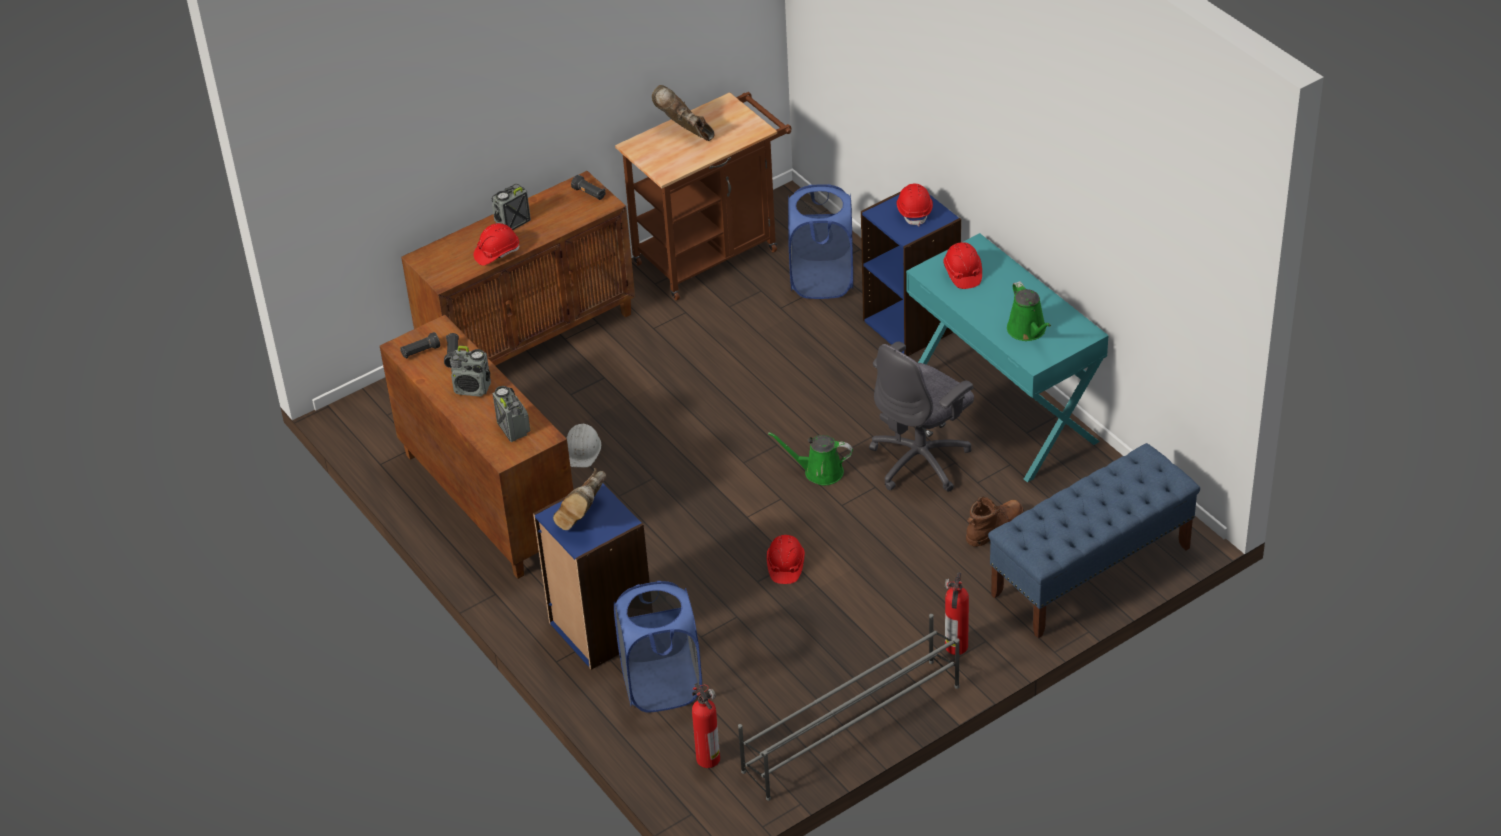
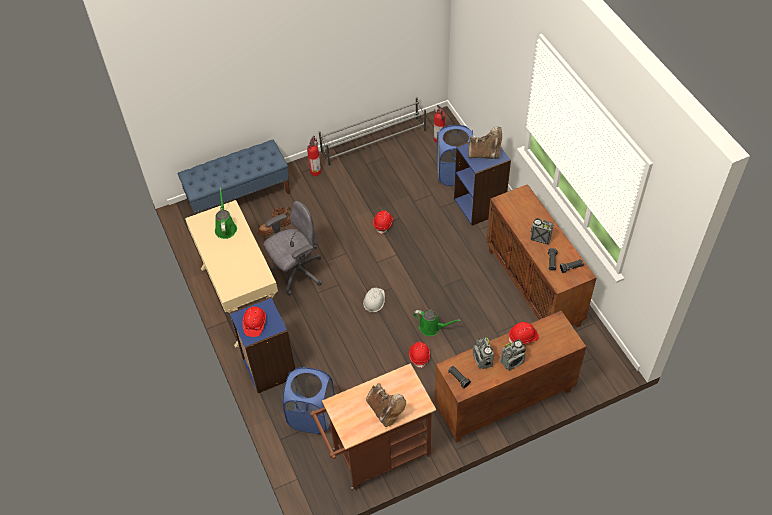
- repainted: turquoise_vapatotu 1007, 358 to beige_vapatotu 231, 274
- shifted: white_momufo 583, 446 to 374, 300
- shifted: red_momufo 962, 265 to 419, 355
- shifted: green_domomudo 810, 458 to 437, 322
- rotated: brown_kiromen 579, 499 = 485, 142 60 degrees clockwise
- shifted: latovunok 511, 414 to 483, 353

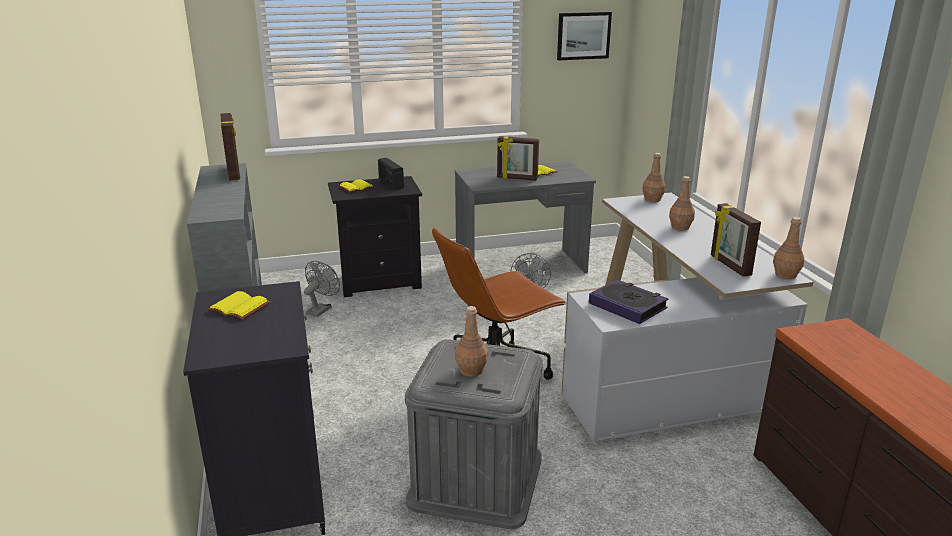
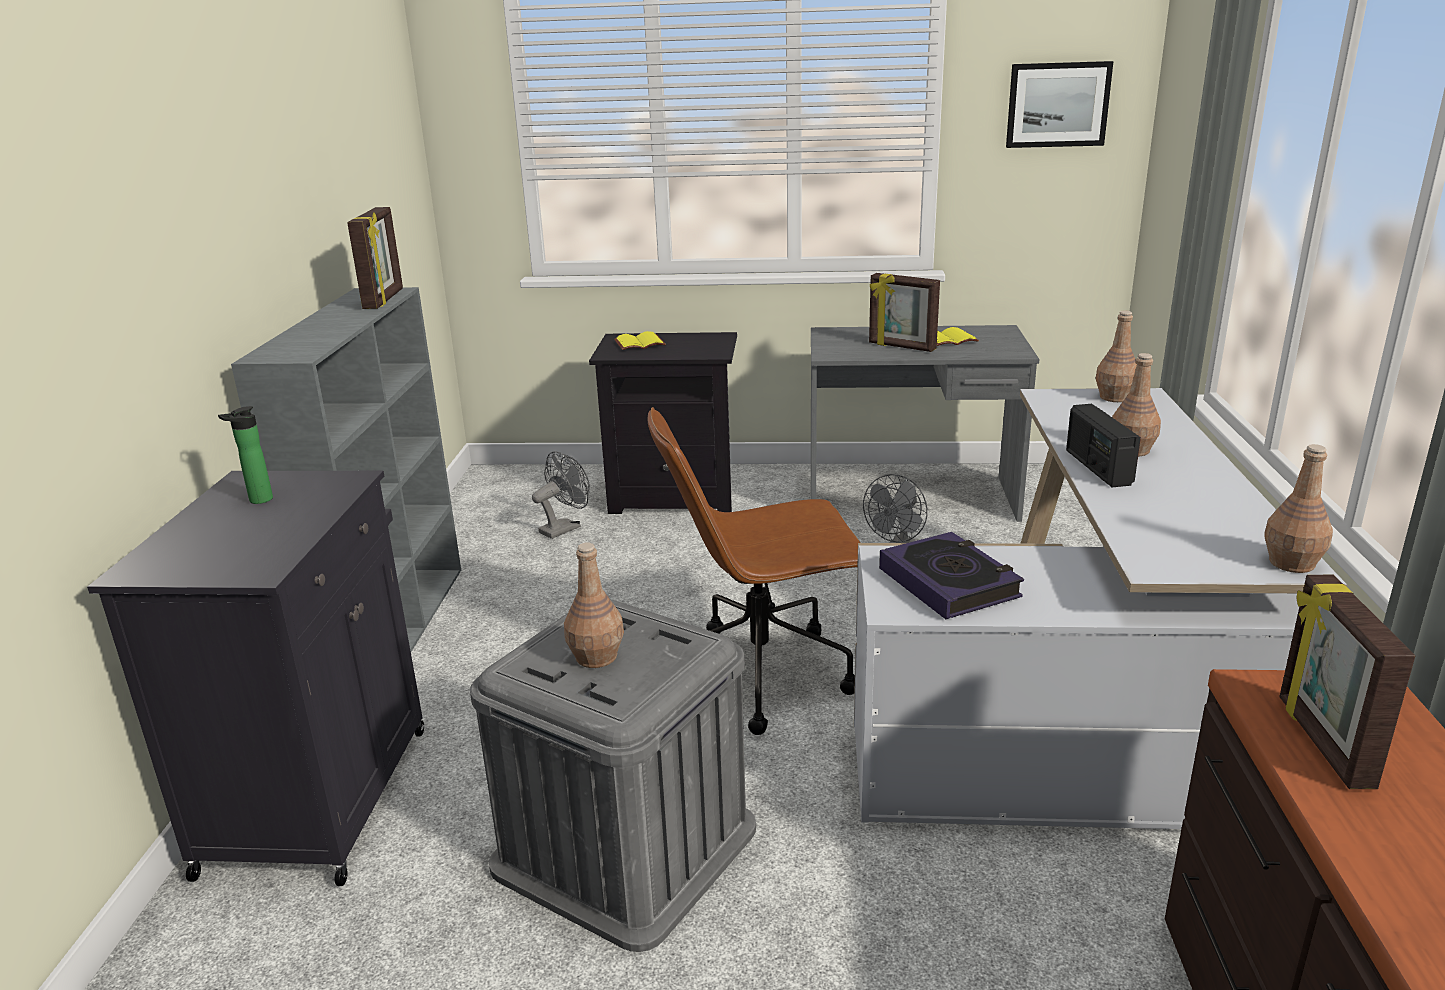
- swapped: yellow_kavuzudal 239, 305 to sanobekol 245, 455
- shifted: latovunok 391, 174 to 1103, 445
- shifted: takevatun 736, 240 to 1347, 682

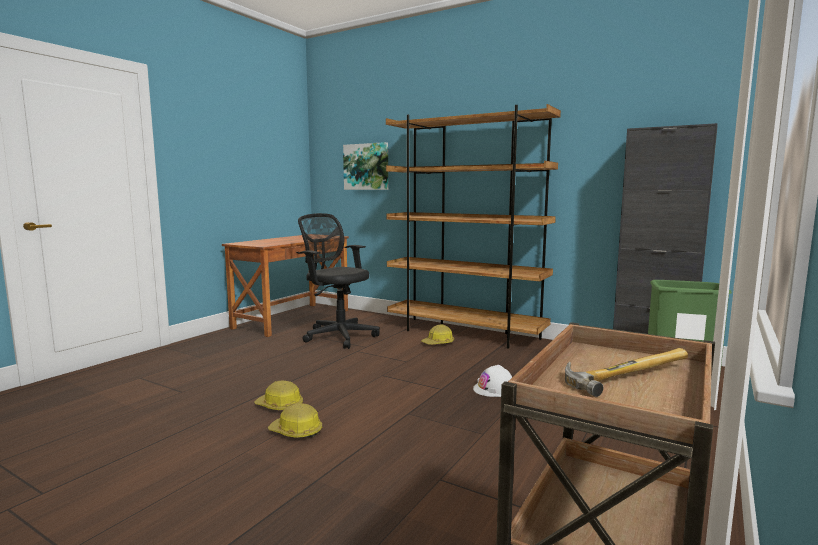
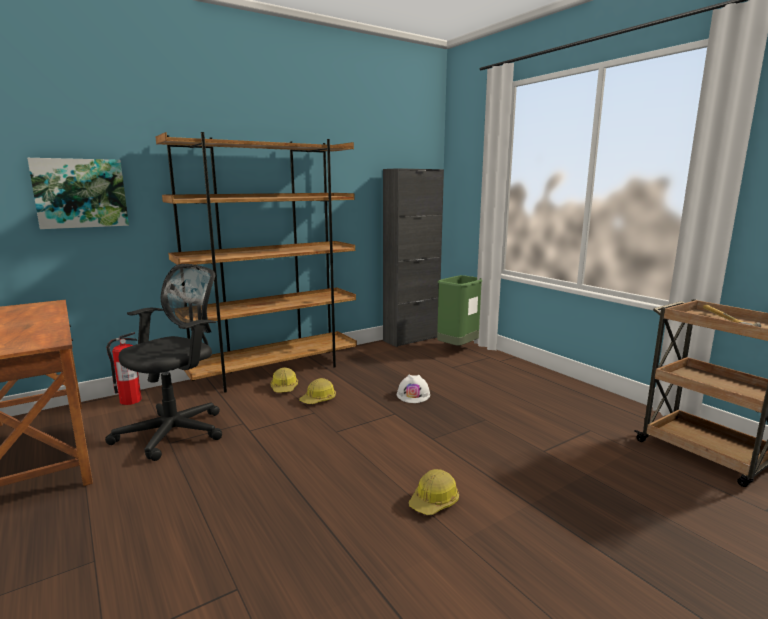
- rotated: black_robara 339, 281 = 163, 362 150 degrees clockwise
- new: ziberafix 124, 368
- shifted: momufo 278, 395 to 317, 391

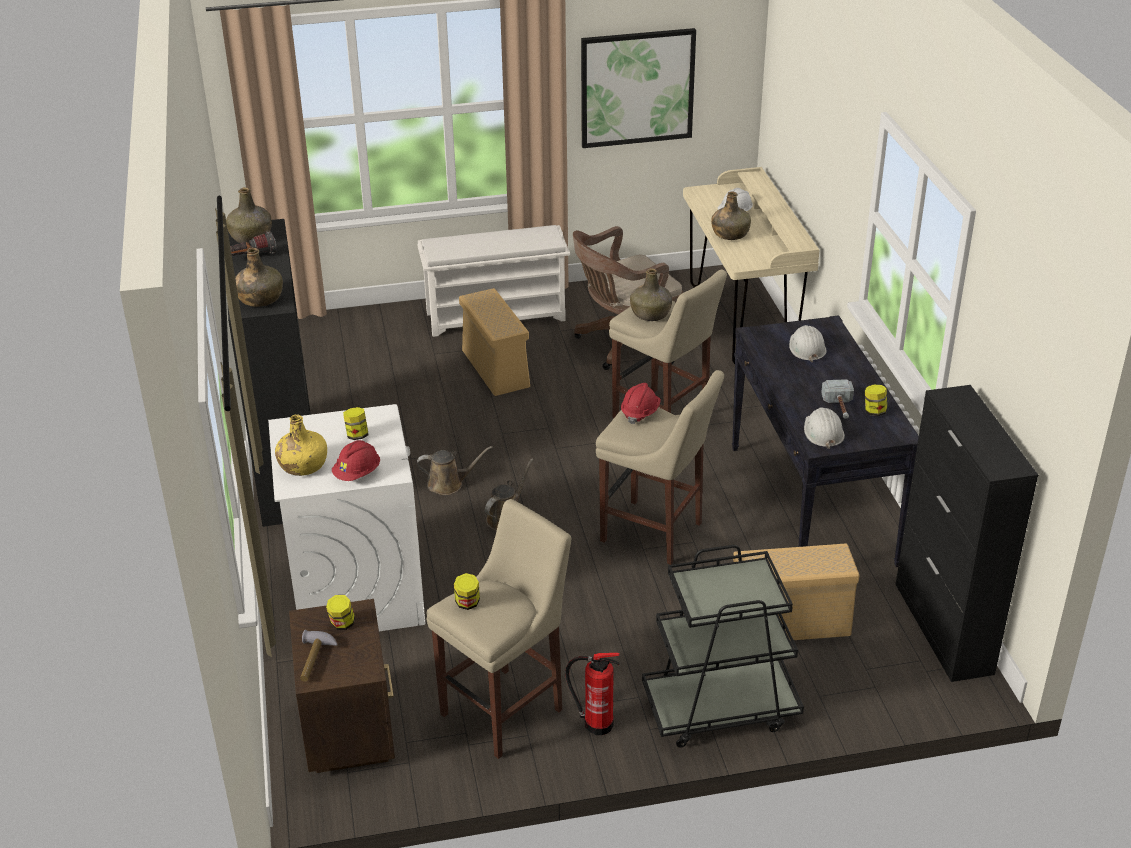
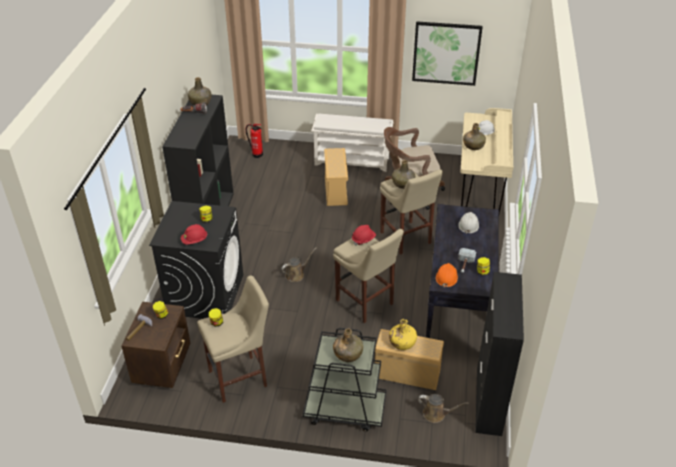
- repainted: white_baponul 346, 517 to black_baponul 196, 260
- shifted: ziberafix 592, 694 to 254, 141
- shifted: green_sanobekol 259, 277 to 348, 345
- shifted: yellow_sanobekol 301, 445 to 403, 334
- shifted: brown_domomudo 455, 470 to 443, 408
- repainted: white_momufo 824, 428 to orange_momufo 447, 275

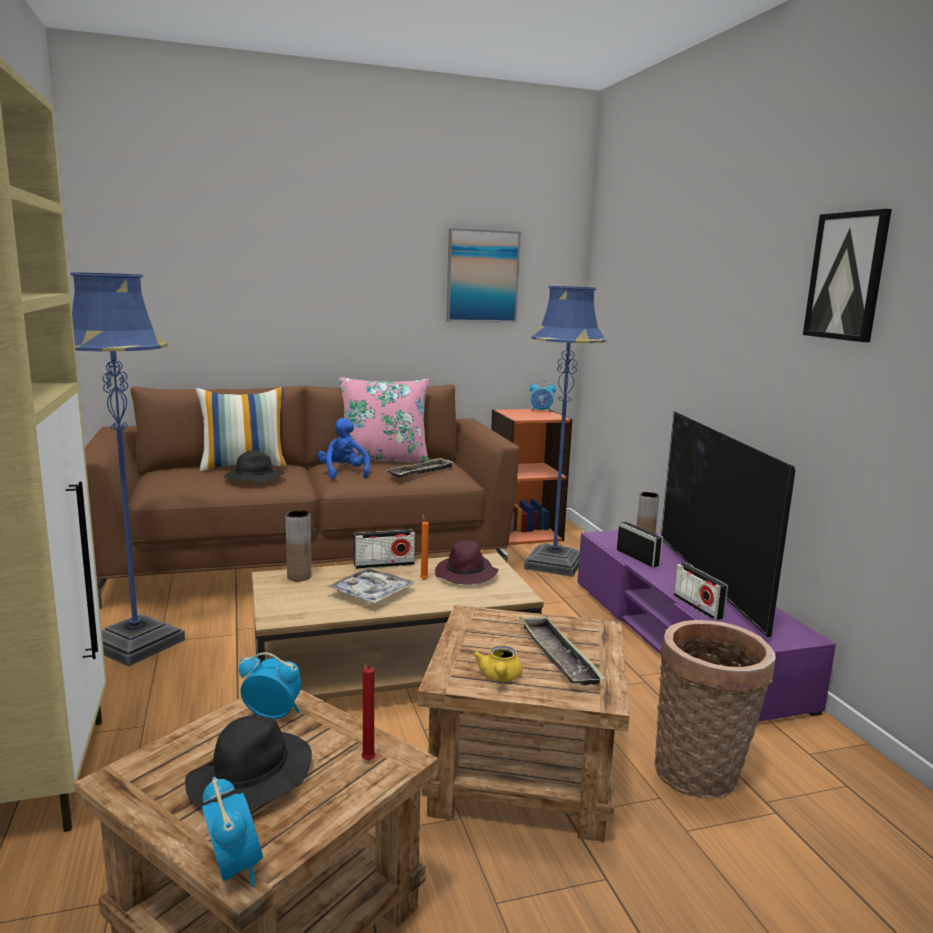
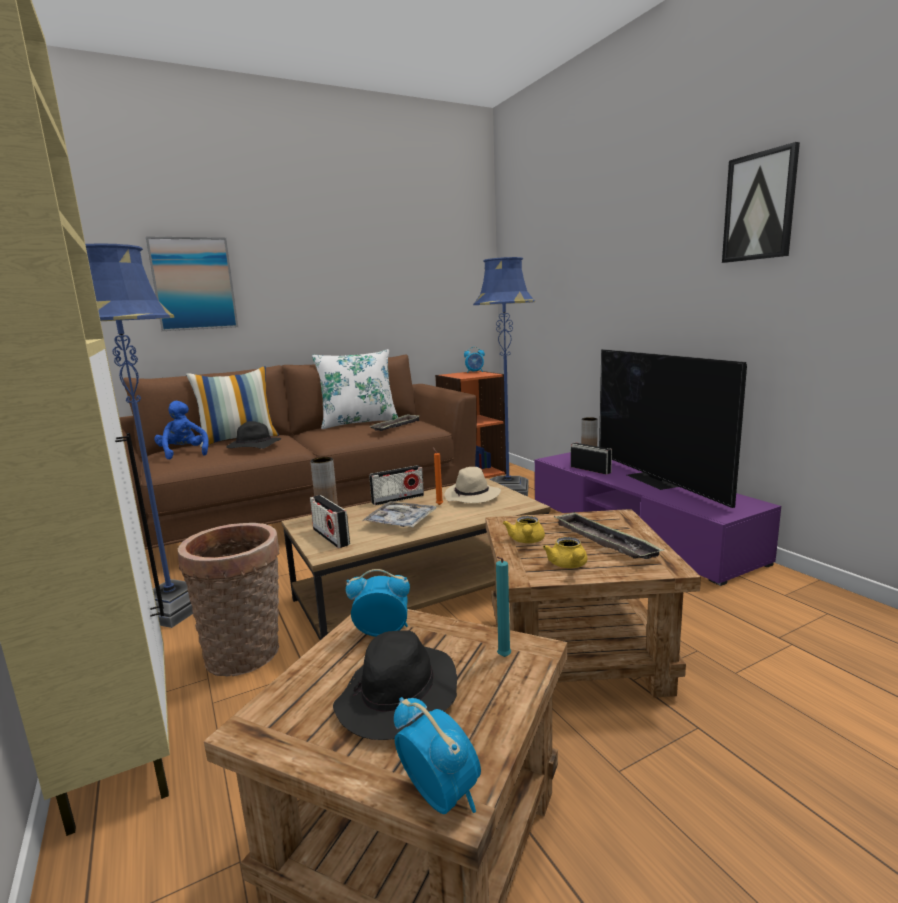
- shifted: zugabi 483, 275 to 192, 283
- shifted: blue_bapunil 344, 448 to 181, 430
- shifted: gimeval 715, 709 to 229, 599
- shifted: latovunok 701, 591 to 330, 521
- repainted: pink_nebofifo 383, 420 to white_nebofifo 355, 389
- repainted: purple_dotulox 466, 562 to beige_dotulox 472, 485
- repainted: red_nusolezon 367, 712 to turquoise_nusolezon 503, 607
- new: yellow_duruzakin 524, 529

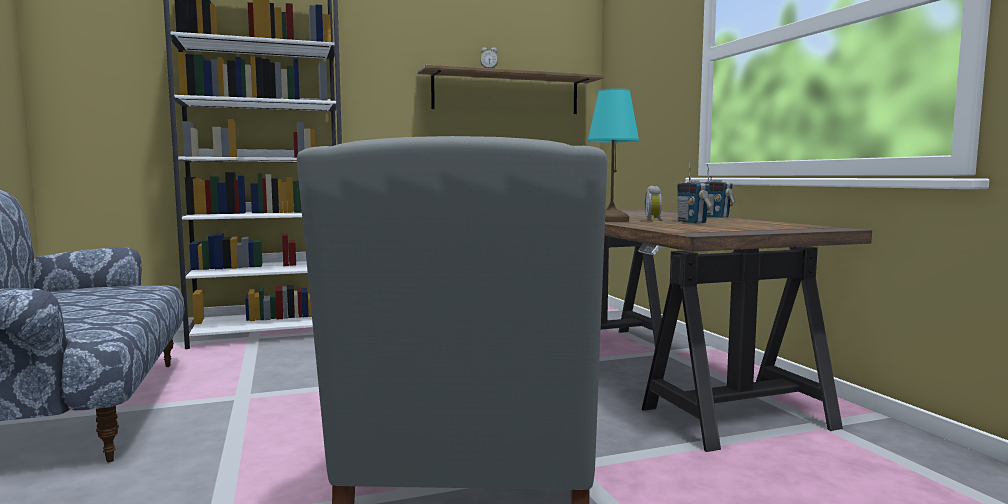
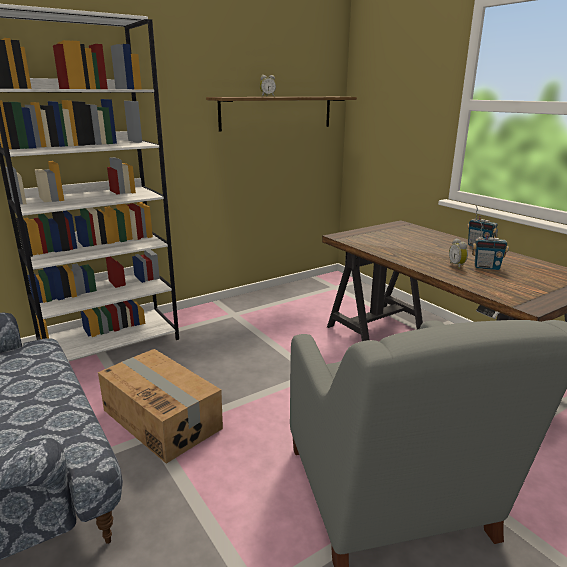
- new: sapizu 160, 406
- rotated: latovunok 695, 192 = 490, 246 45 degrees counterclockwise
- gone: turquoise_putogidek 613, 155

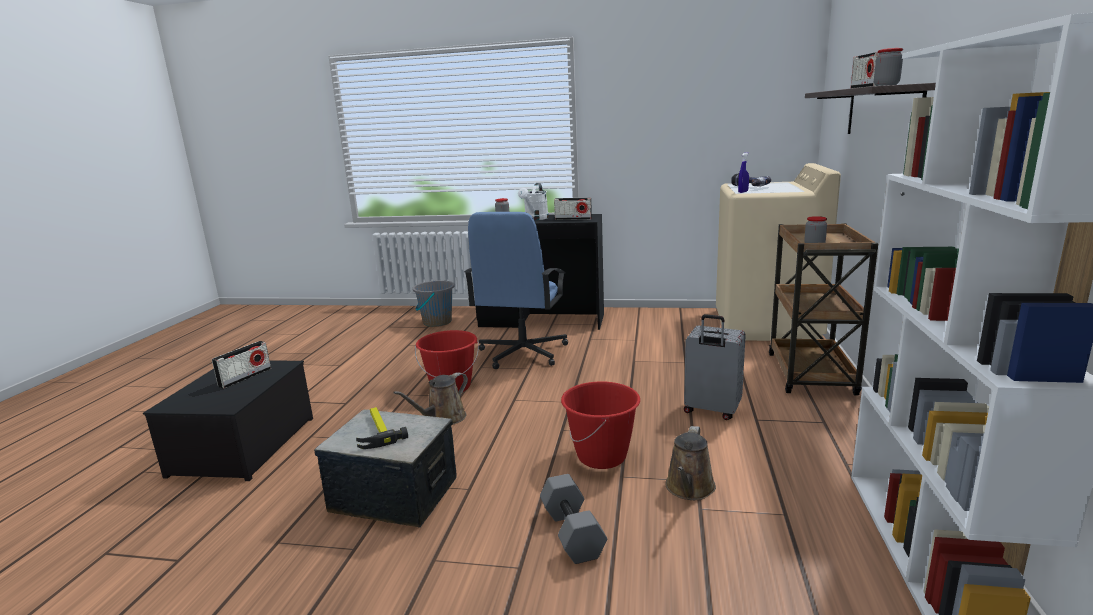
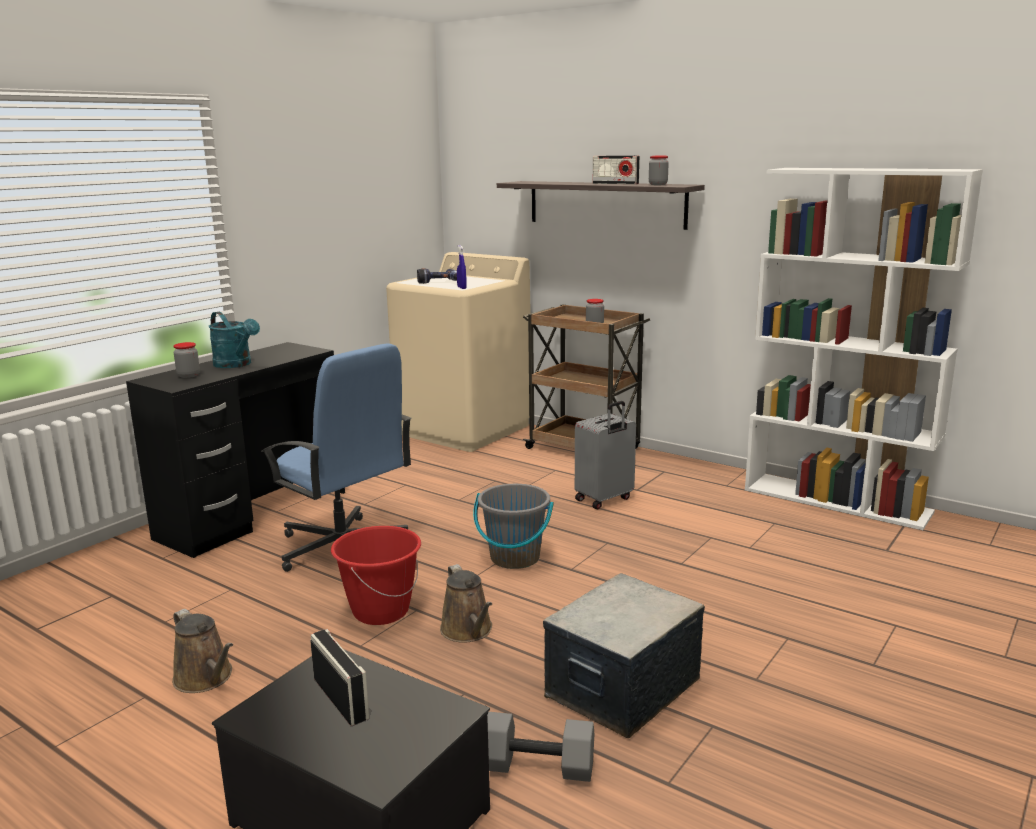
- shifted: brown_domomudo 690, 463 to 202, 651
- repainted: white_domomudo 533, 201 to turquoise_domomudo 234, 340
- shifted: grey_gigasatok 433, 303 to 513, 526
- shifted: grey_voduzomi 573, 519 to 540, 747
- gone: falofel 382, 428
- gone: latovunok 573, 208
- gone: red_gigasatok 600, 425

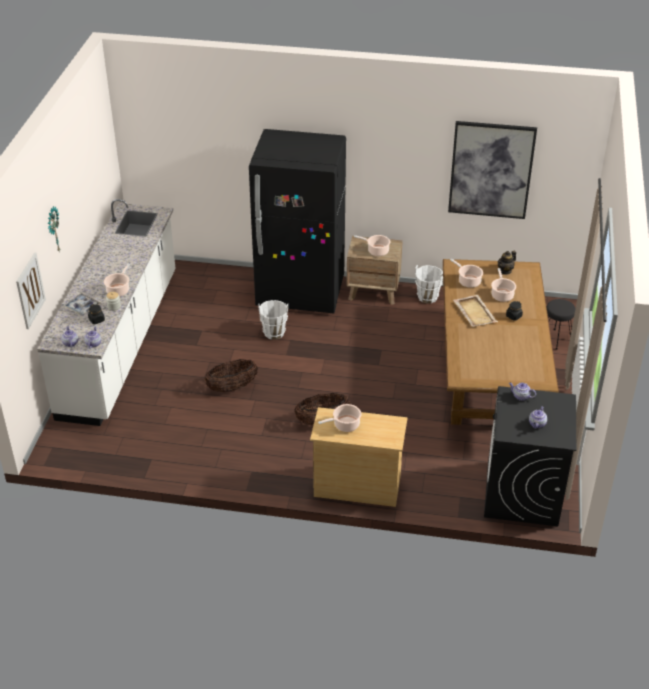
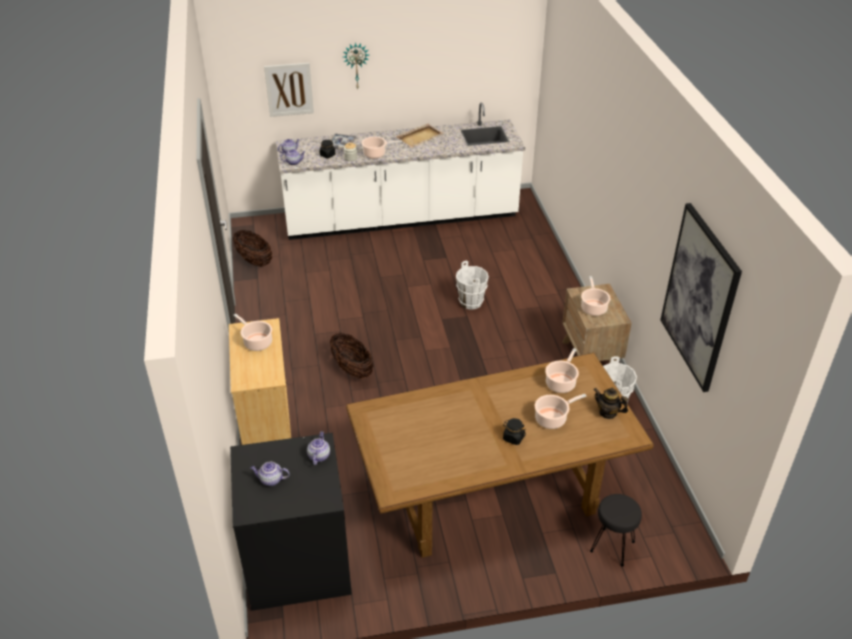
- shifted: gimeval 231, 375 to 252, 248
- shifted: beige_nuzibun 475, 311 to 419, 136
- gone: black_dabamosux 297, 221

